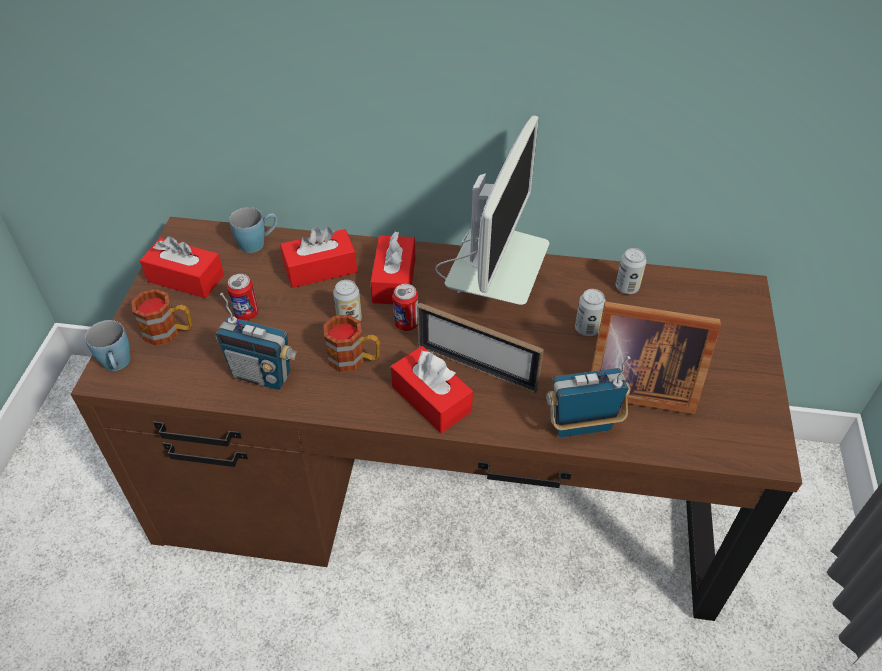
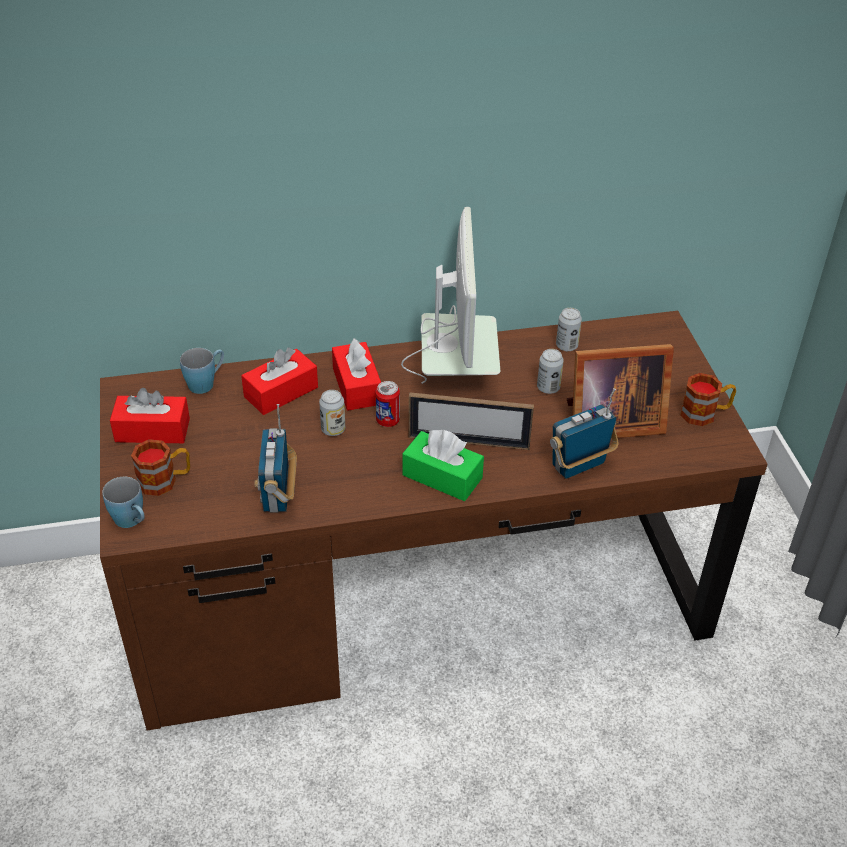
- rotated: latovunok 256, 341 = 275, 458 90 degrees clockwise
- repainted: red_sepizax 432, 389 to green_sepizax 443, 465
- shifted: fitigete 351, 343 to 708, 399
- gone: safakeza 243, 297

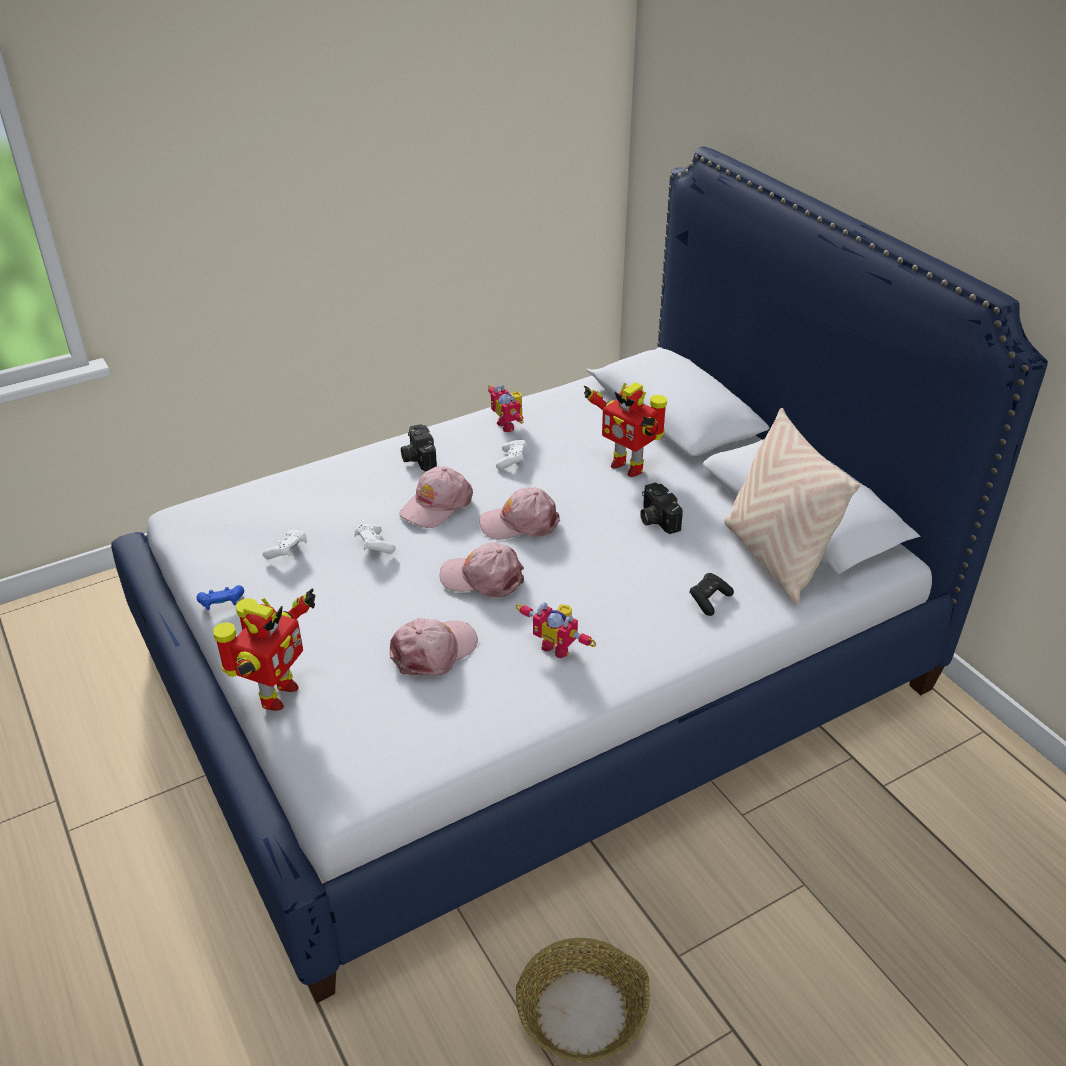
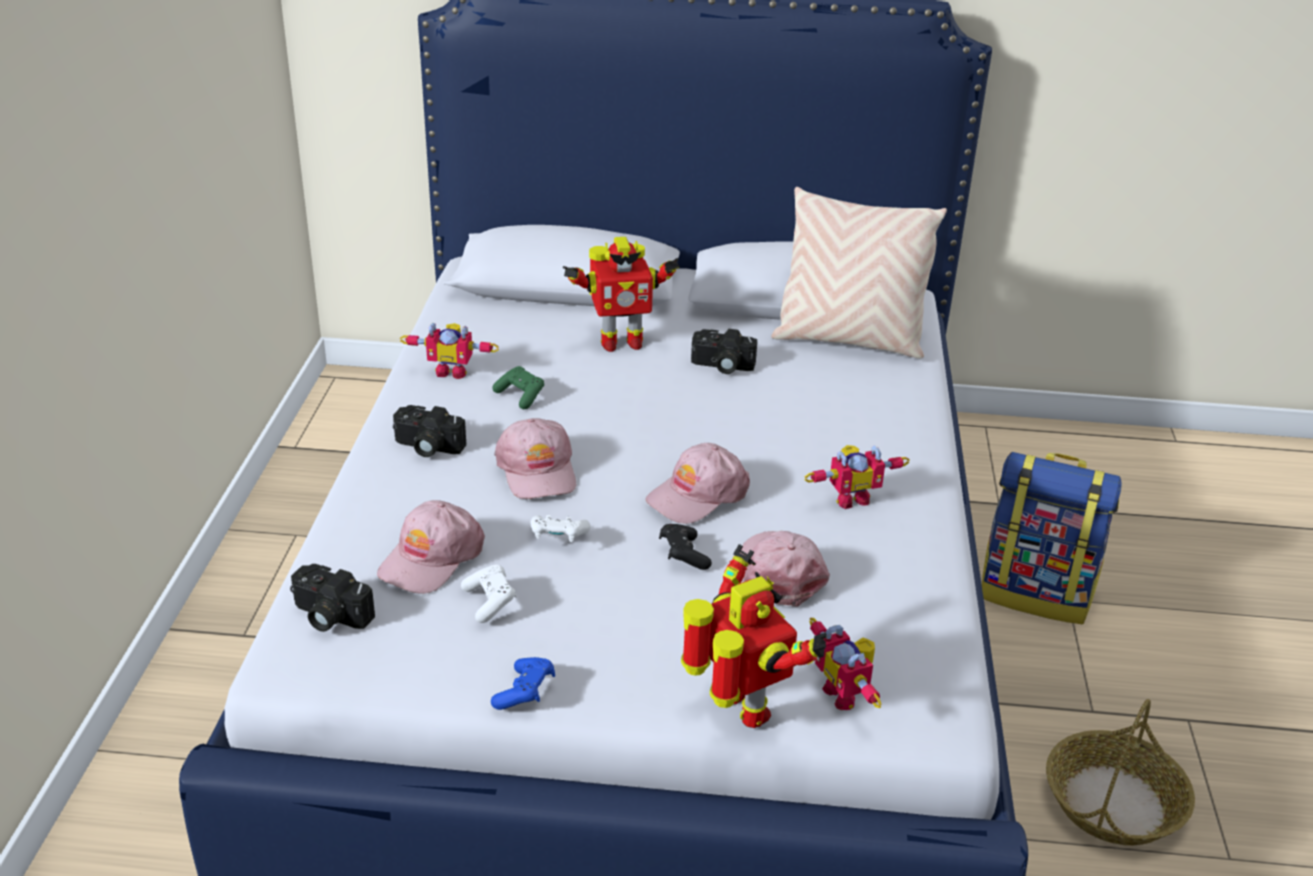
- new: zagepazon 332, 598
- shifted: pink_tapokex 519, 513 to 431, 547
- repainted: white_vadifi 512, 455 to green_vadifi 518, 387
- shifted: black_vadifi 711, 594 to 685, 547
- new: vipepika 845, 664
- new: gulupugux 1051, 538

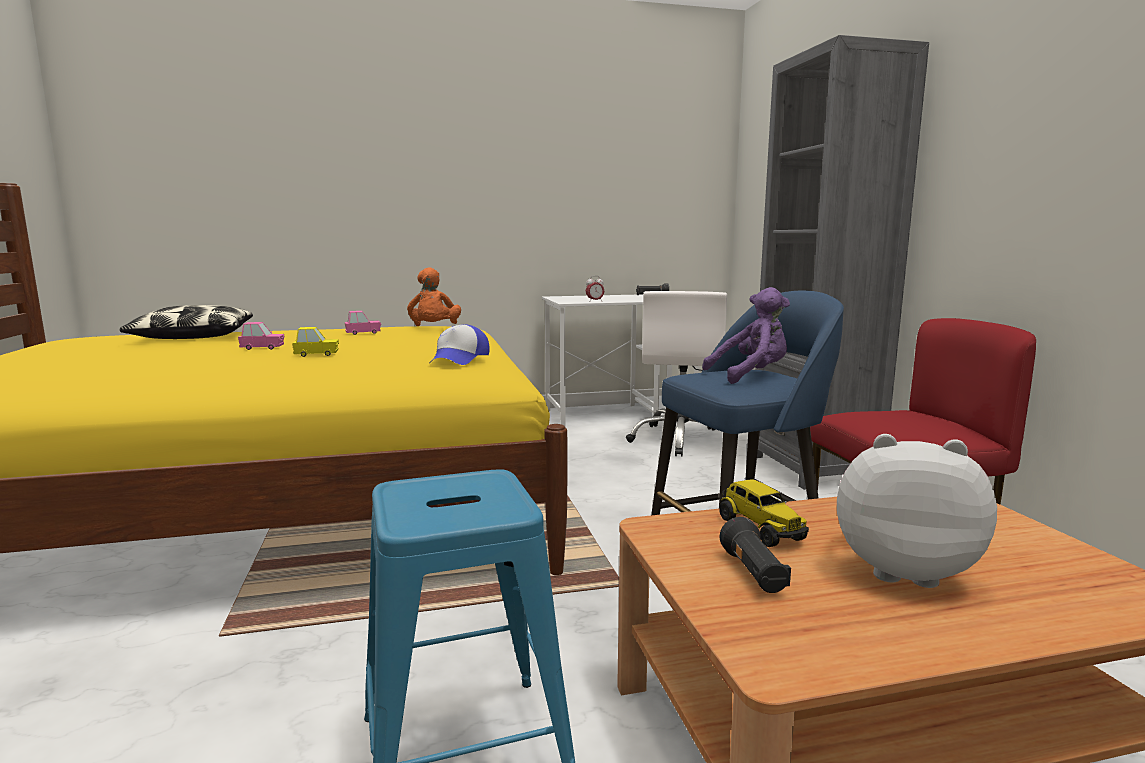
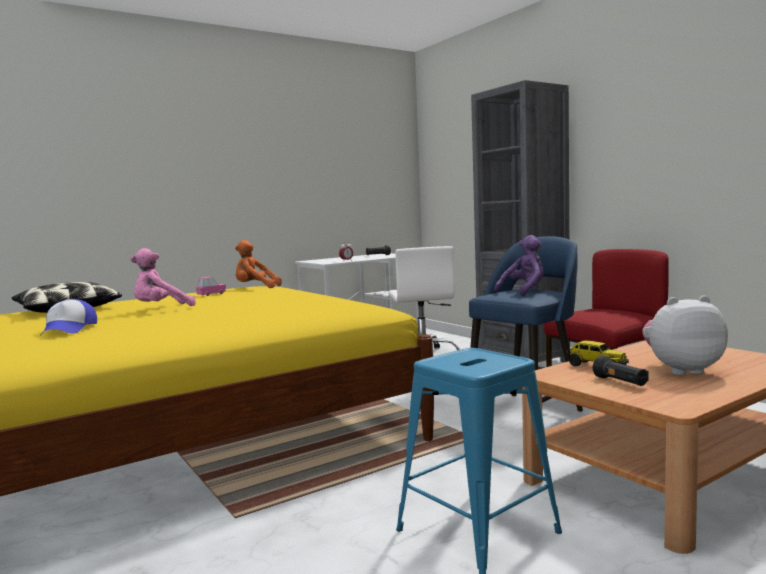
- shifted: tapokex 461, 344 to 70, 316
- swapped: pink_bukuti 261, 336 to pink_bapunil 163, 277
- rotated: orange_bapunil 434, 296 = 258, 264 120 degrees clockwise
- gone: yellow_bukuti 315, 342

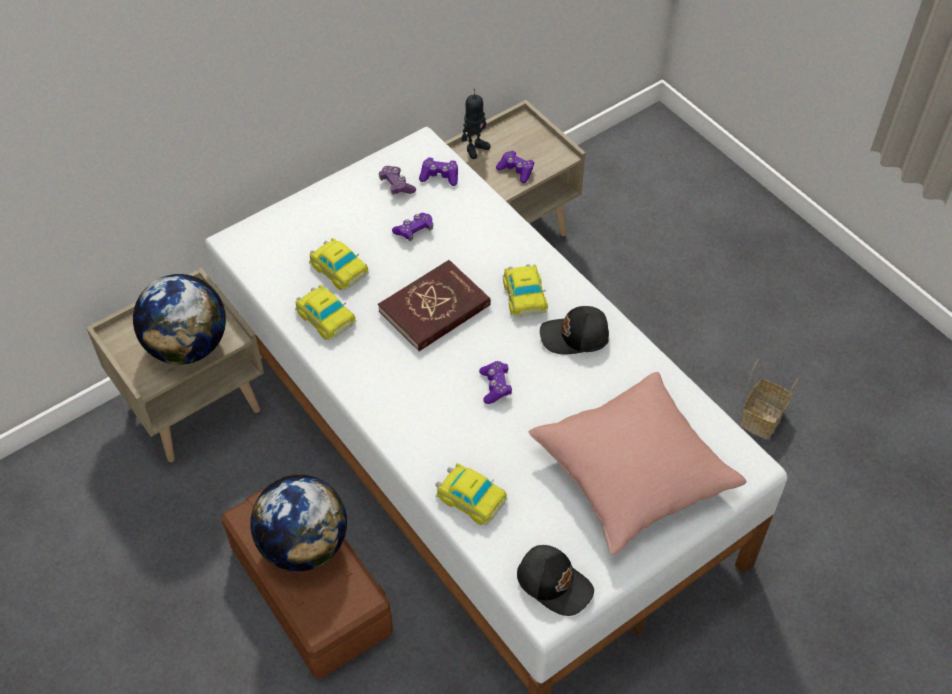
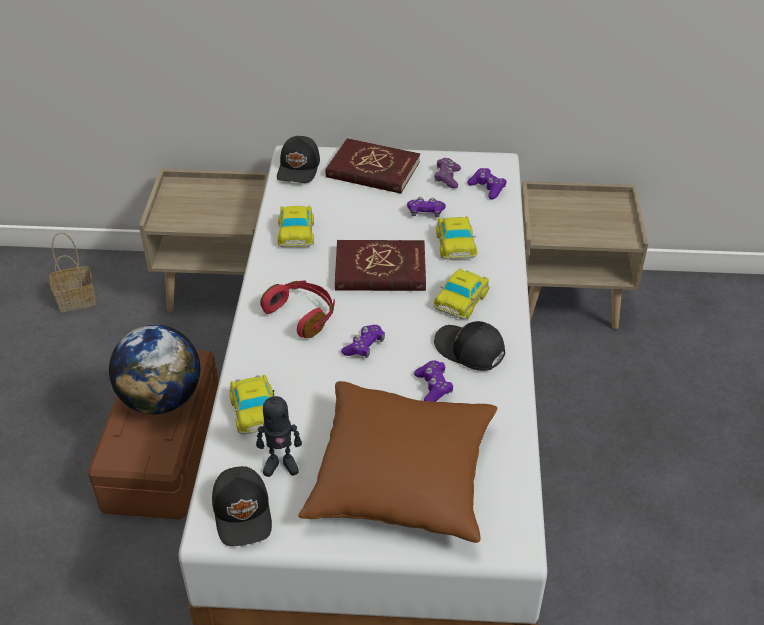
- shifted: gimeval 769, 399 to 73, 272
- shifted: vipepika 476, 124 to 279, 433
- new: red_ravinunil 297, 309
- new: black_tapokex 298, 159
- repainted: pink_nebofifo 638, 463 to brown_nebofifo 397, 462
- new: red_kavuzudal 373, 166
- shifted: purple_vadifi 515, 167 to 433, 381
- shifted: bukuti 339, 264 to 456, 238
- gone: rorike 179, 319

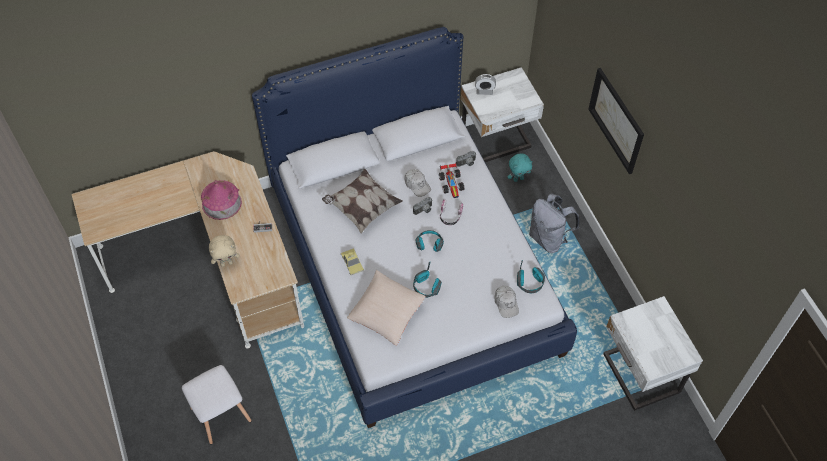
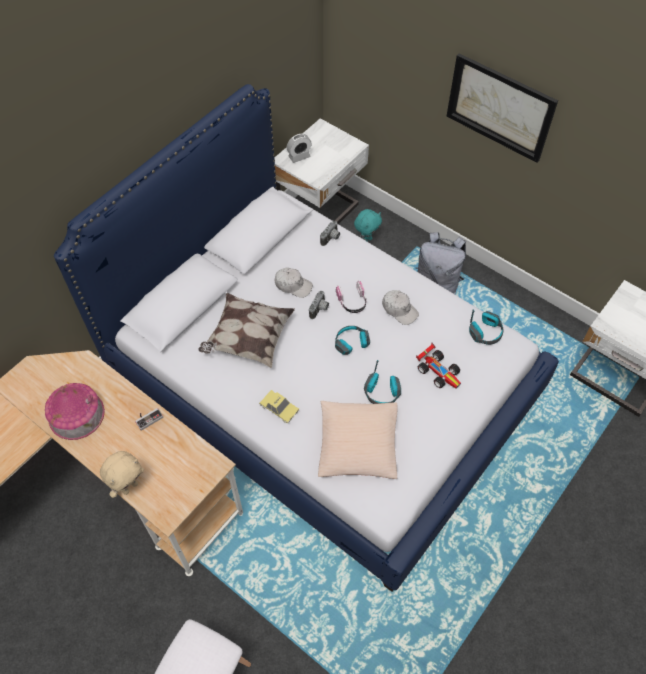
- shifted: white_tapokex 506, 302 to 400, 307
- shifted: bukuti 451, 180 to 438, 365

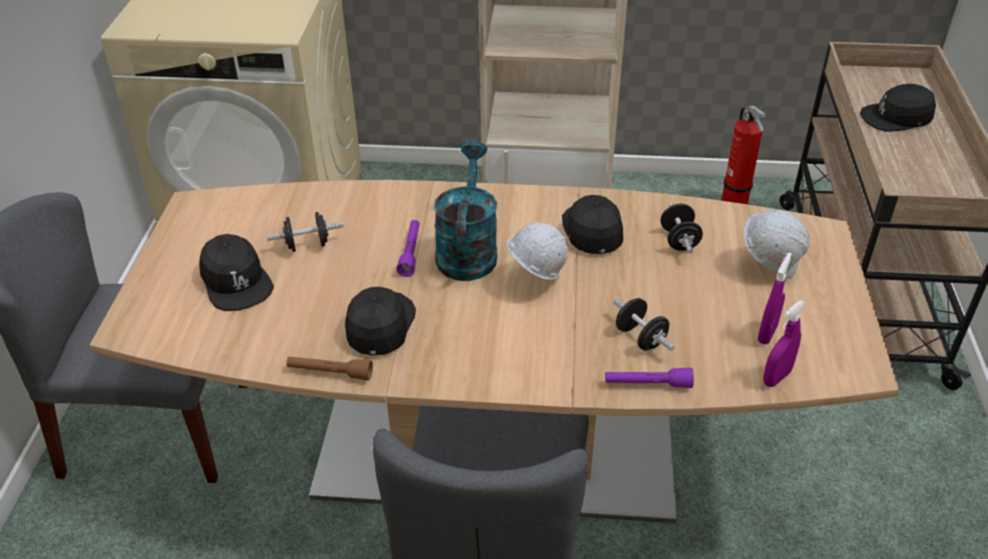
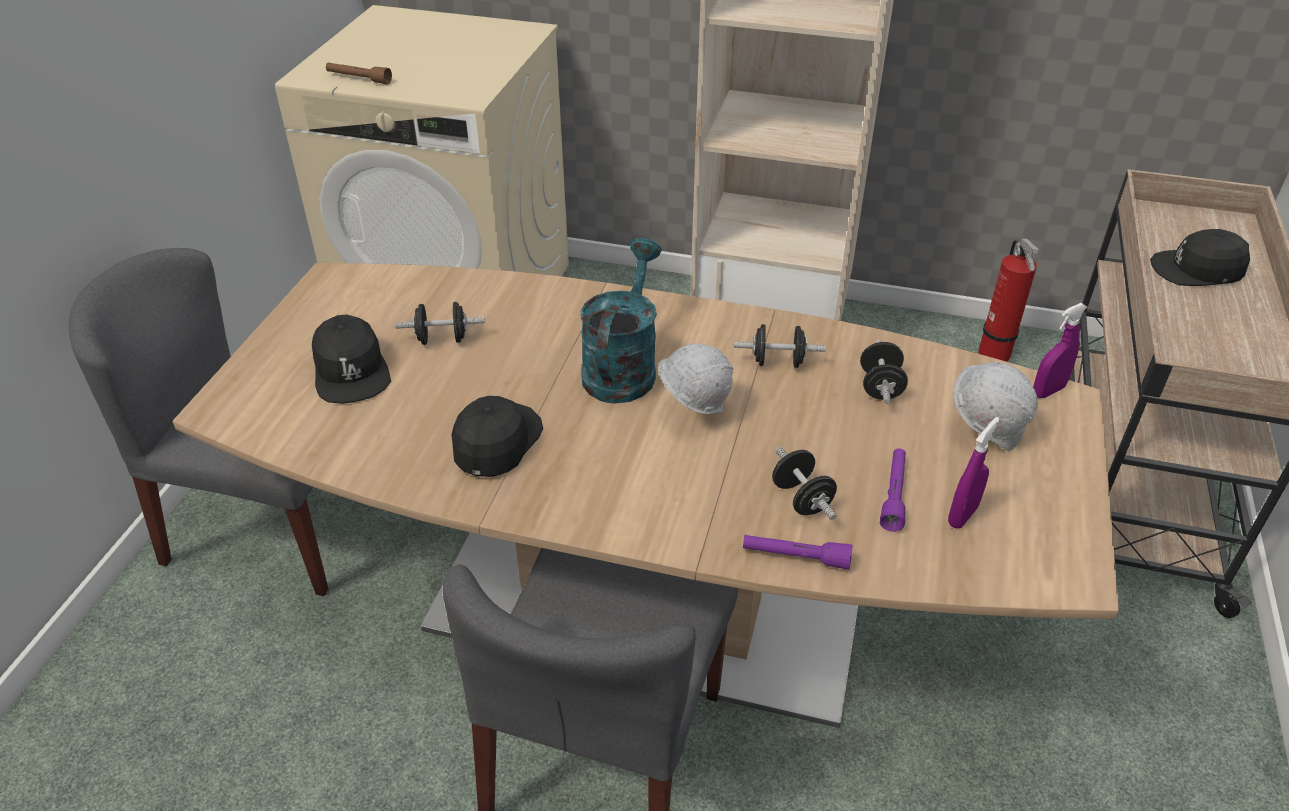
- shifted: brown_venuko 329, 368 to 359, 74
- swapped: black_tapokex 592, 224 to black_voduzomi 780, 346
- shifted: purple_venuko 408, 248 to 893, 490
- shifted: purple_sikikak 784, 344 to 1060, 350

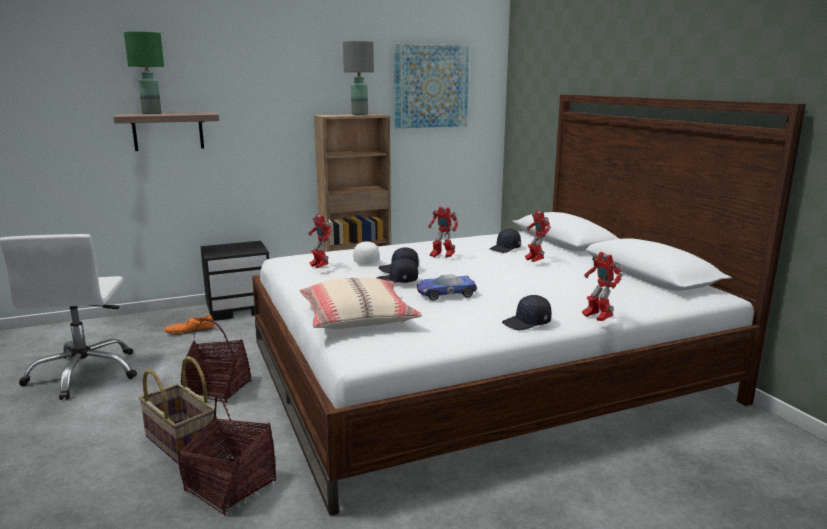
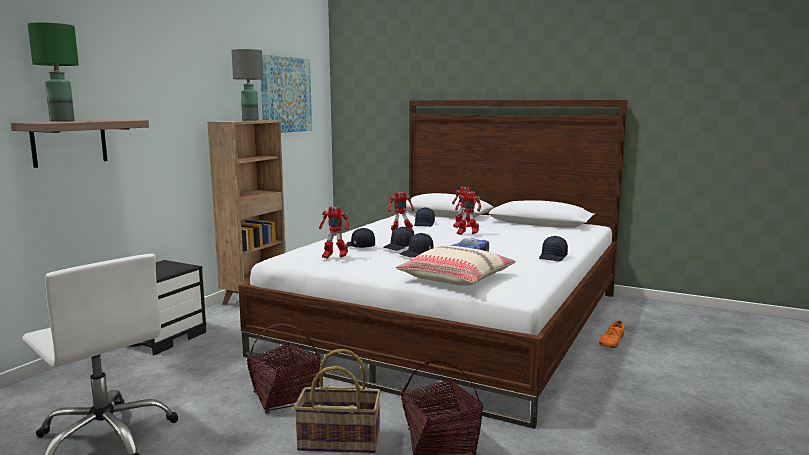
- repainted: white_tapokex 366, 252 to black_tapokex 360, 238
- shifted: vipepika 602, 286 to 468, 213
- shifted: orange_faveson 189, 325 to 611, 334

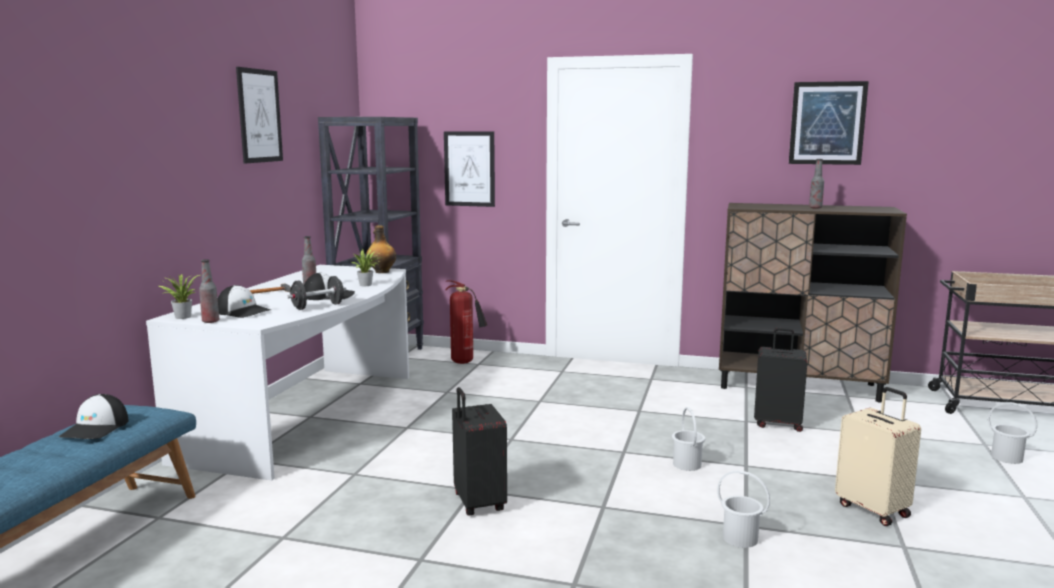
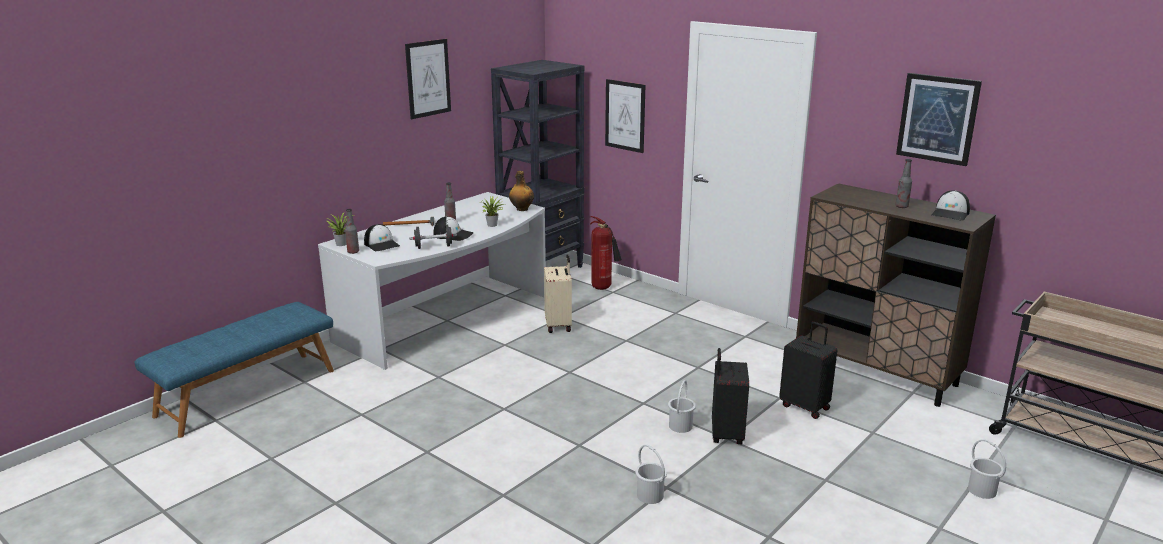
- shifted: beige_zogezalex 878, 456 to 558, 293
- shifted: black_zogezalex 479, 451 to 730, 396
- shifted: tapokex 94, 416 to 951, 206

